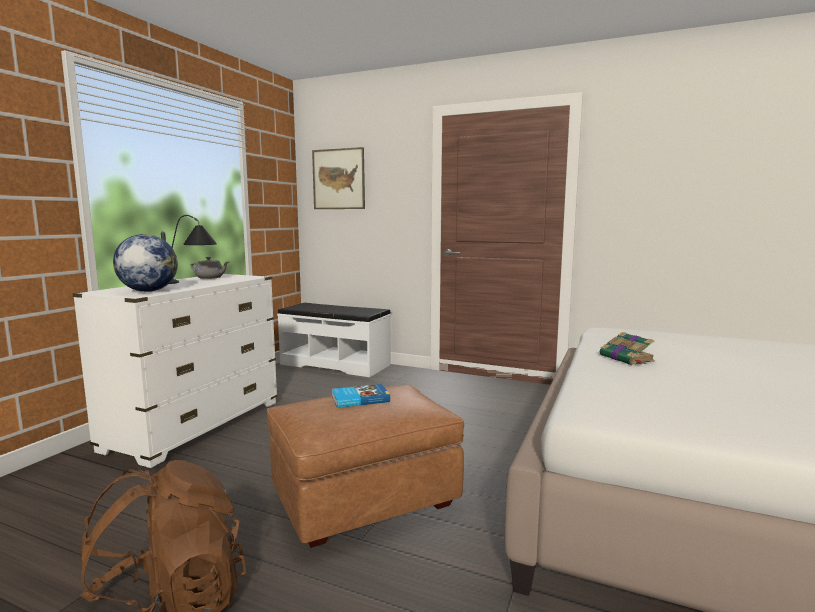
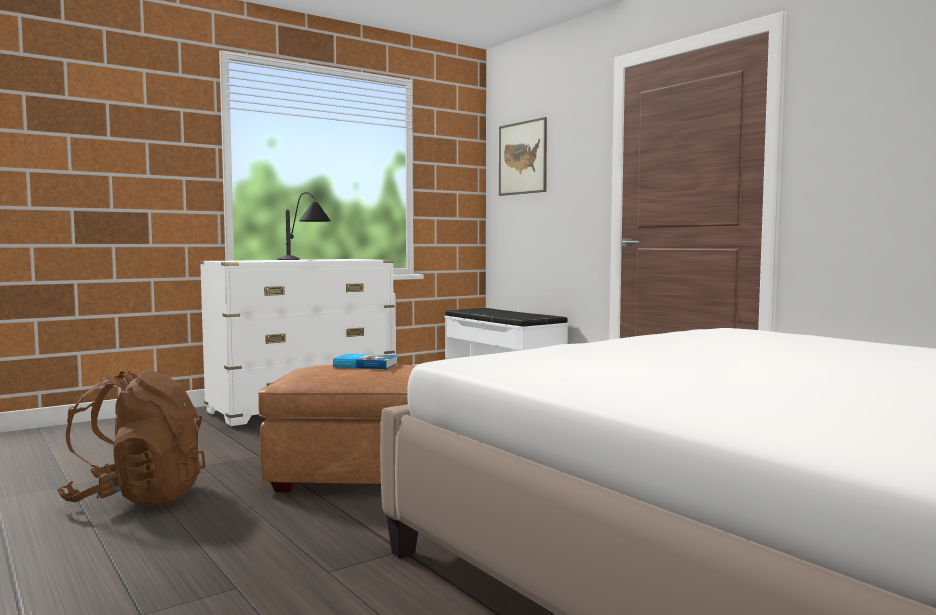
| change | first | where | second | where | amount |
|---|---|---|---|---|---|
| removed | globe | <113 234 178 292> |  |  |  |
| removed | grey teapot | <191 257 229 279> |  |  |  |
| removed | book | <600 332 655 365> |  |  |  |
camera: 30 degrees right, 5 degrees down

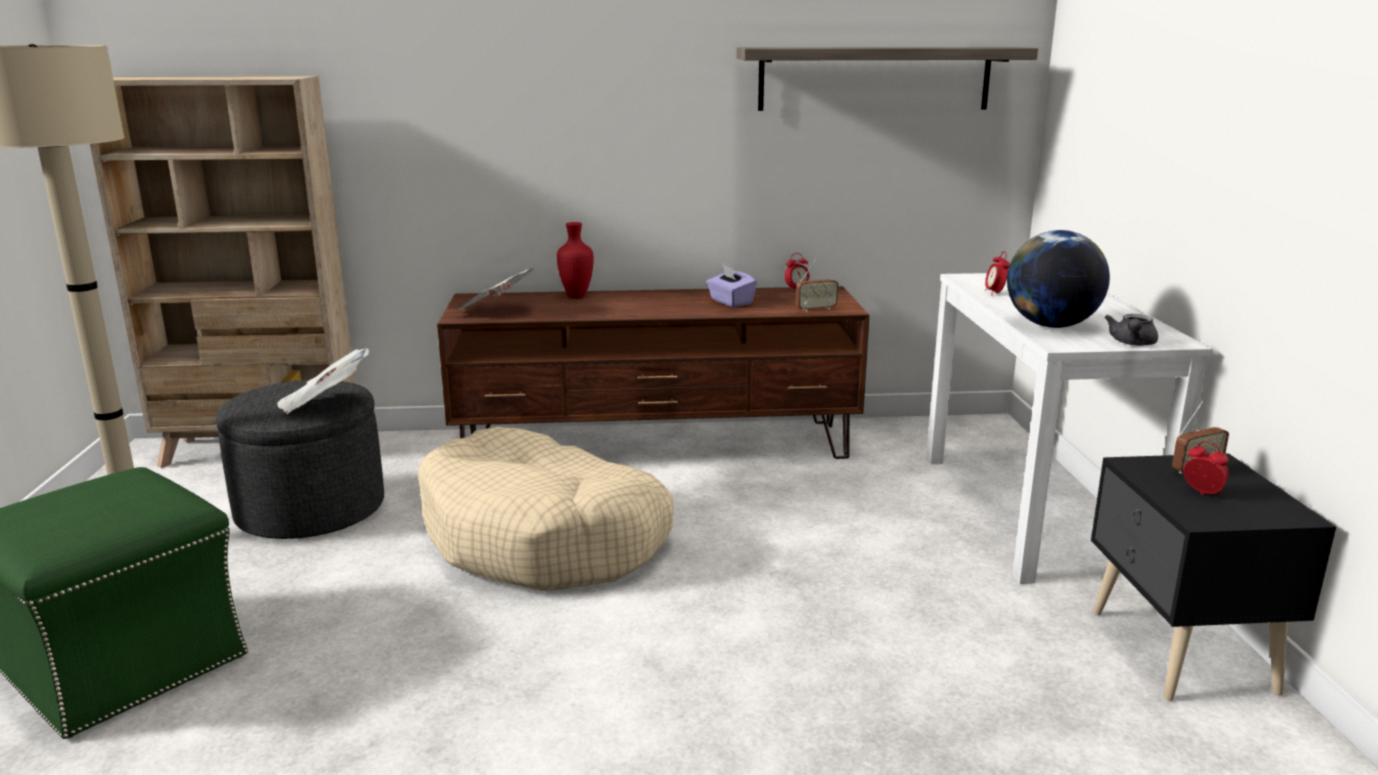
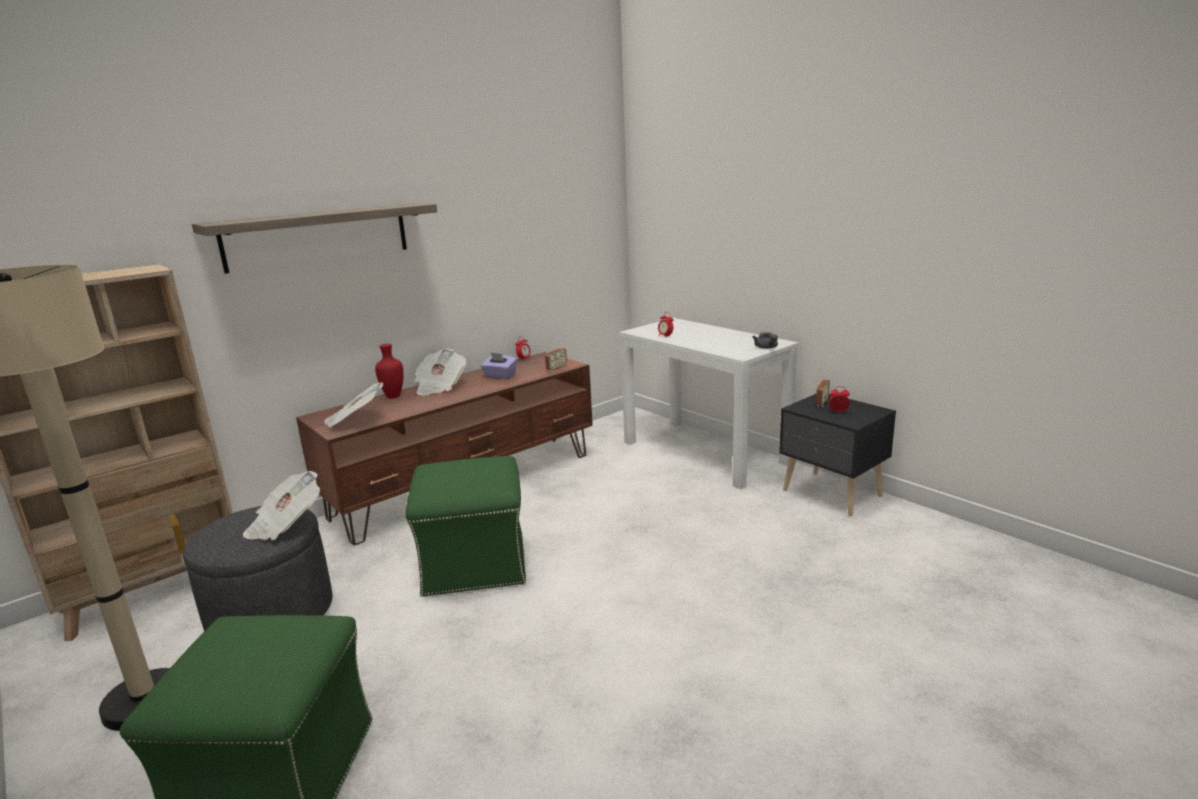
| change | first | where | second | where | amount |
|---|---|---|---|---|---|
| moved | shelf | <737 47 1038 111> |  | <192 203 437 274> |  |
| removed | globe | <1007 230 1110 328> |  |  |  |
| replaced | beige dog bed | <418 427 674 591> | green ottoman | <406 456 526 597> |  |
| added |  |  | newspaper | <414 349 466 395> |  |
camera: 35 degrees left, 0 degrees up

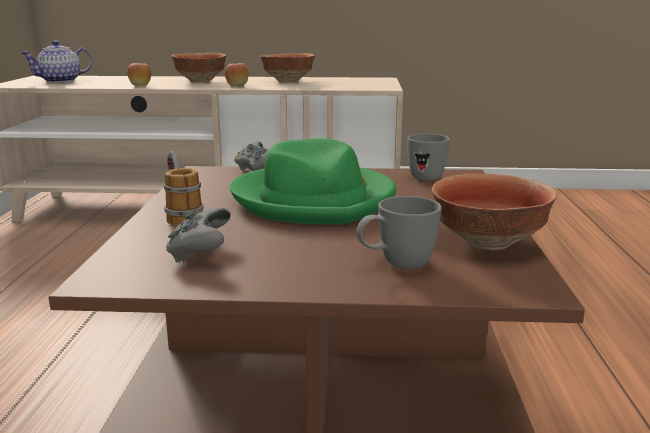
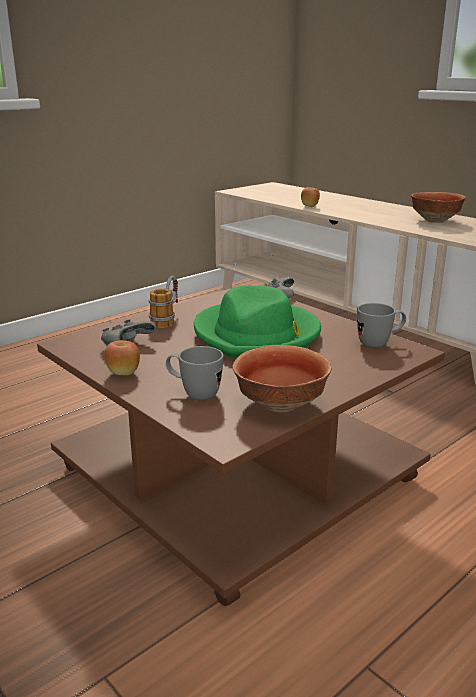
| change | first | where | second | where | amount |
|---|---|---|---|---|---|
| removed | teapot | <20 41 92 83> |  |  |  |
| removed | bowl | <171 53 227 83> |  |  |  |
| moved | apple | <225 63 249 86> |  | <104 340 140 375> |  |
camera: 45 degrees right, 5 degrees up

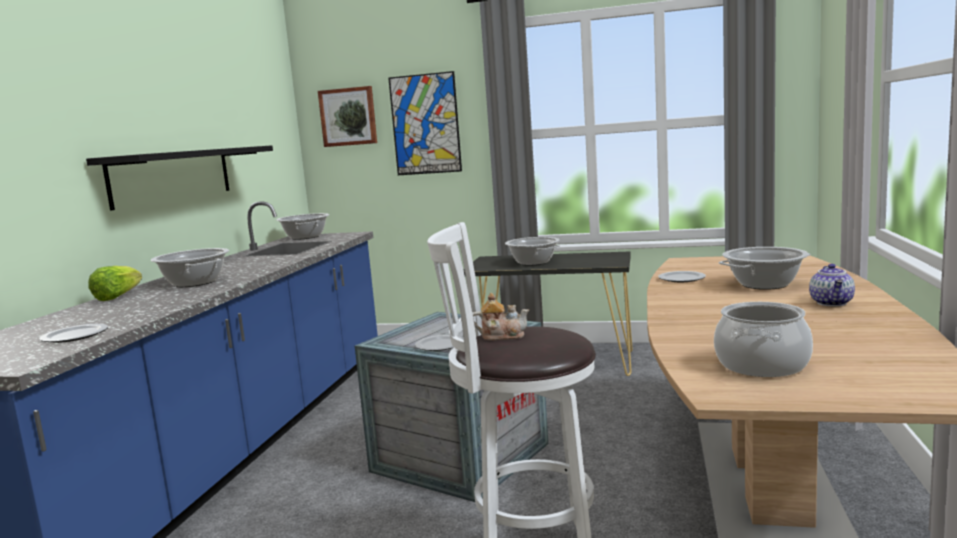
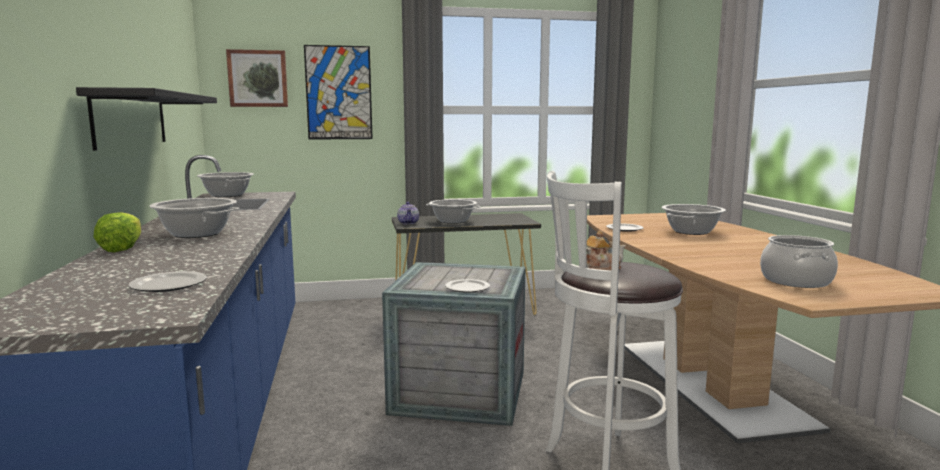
| change | first | where | second | where | amount |
|---|---|---|---|---|---|
| moved | teapot | <809 264 855 306> |  | <397 202 419 224> |  |
camera: 25 degrees left, 0 degrees up

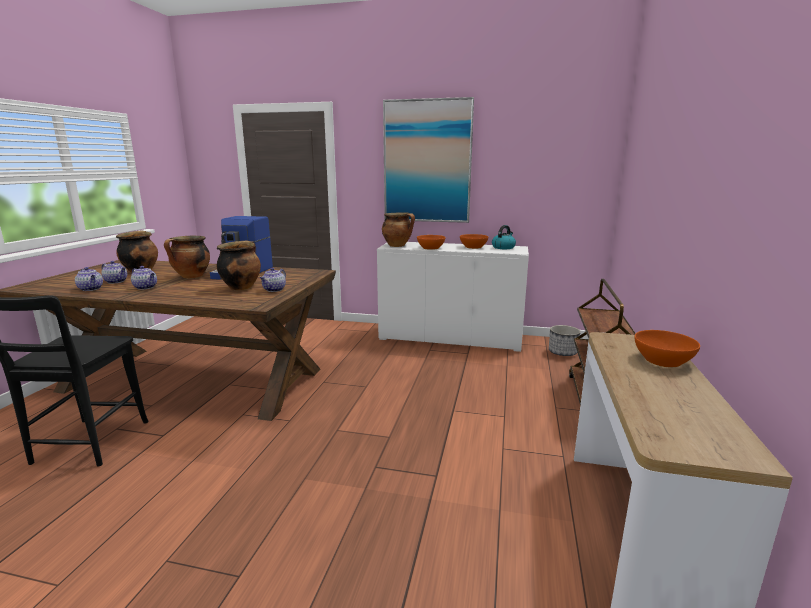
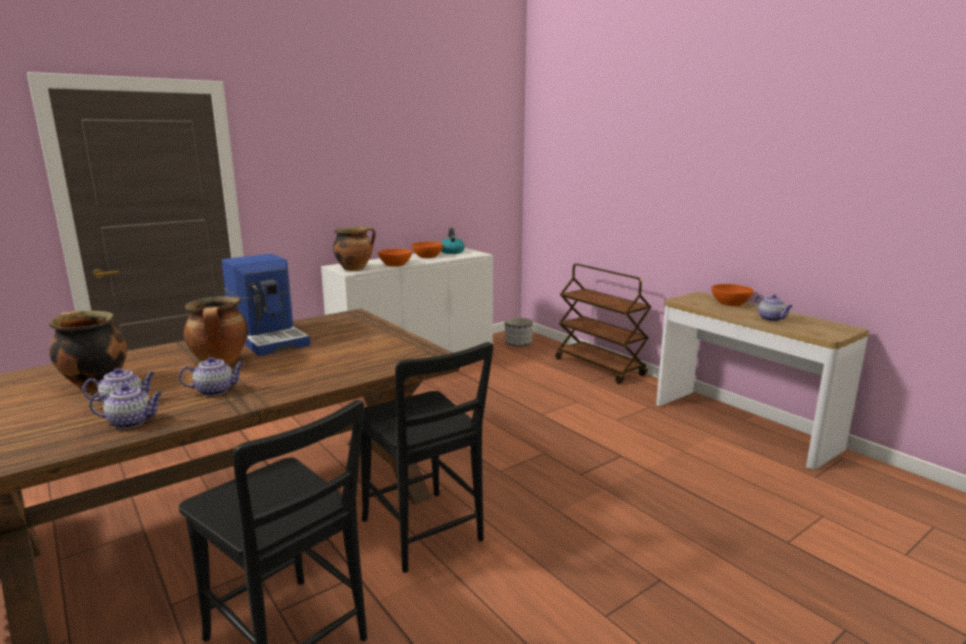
| change | first | where | second | where | amount |
|---|---|---|---|---|---|
| removed | picture | <383 97 474 223> |  |  |  |
| removed | cooking pot | <217 240 261 291> |  |  |  |
| moved | teapot | <260 268 286 292> |  | <754 294 793 321> |  |
| added |  |  | black chair | <360 342 493 573> |  |
camera: 50 degrees left, 0 degrees up

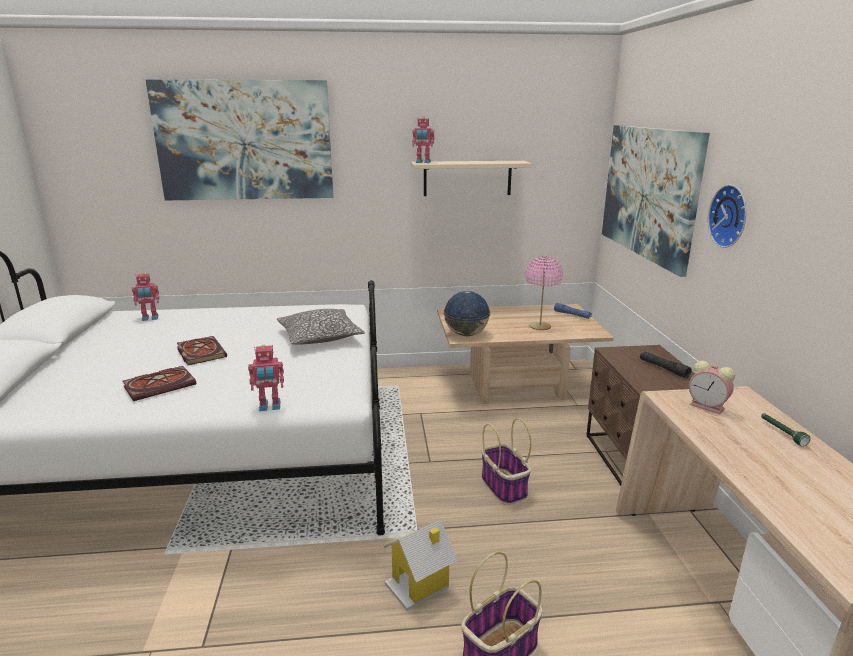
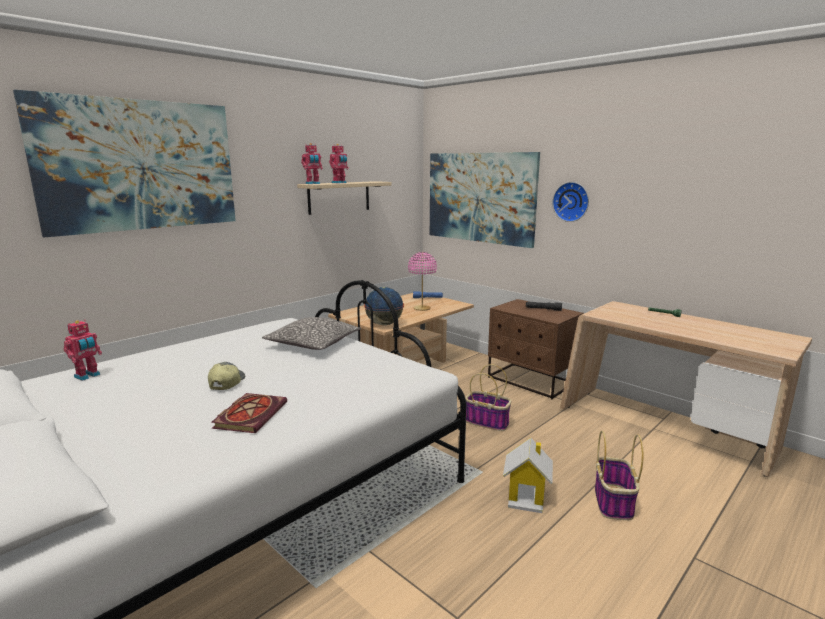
| change | first | where | second | where | amount |
|---|---|---|---|---|---|
| replaced | book | <177 336 227 365> | cap | <208 362 245 390> |  |
| moved | toy robot | <248 345 284 411> |  | <329 144 349 183> |  |
| removed | alarm clock | <689 361 735 414> |  |  |  |
camera: 40 degrees left, 5 degrees down

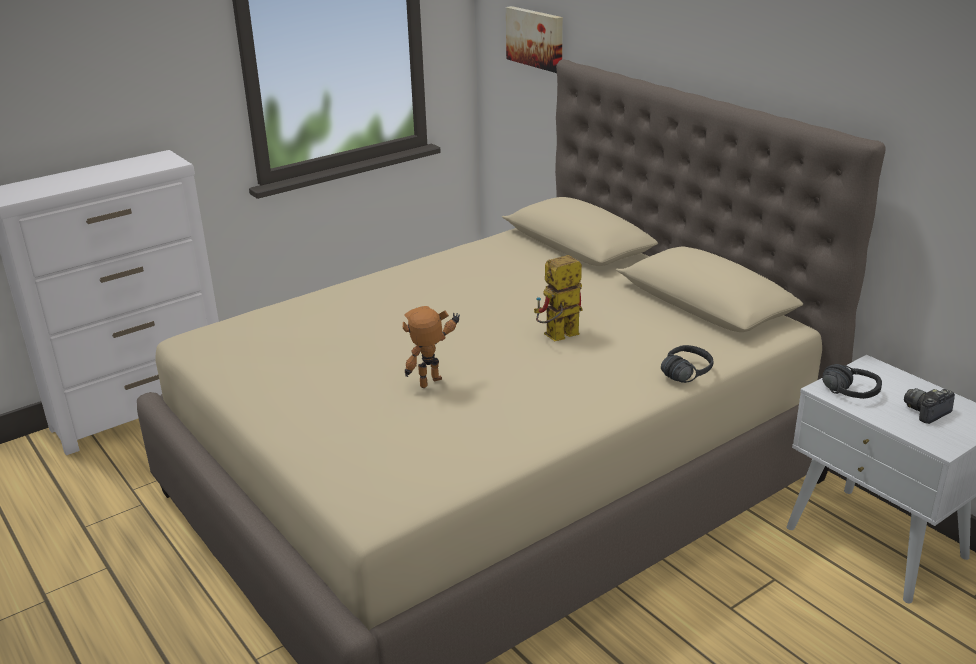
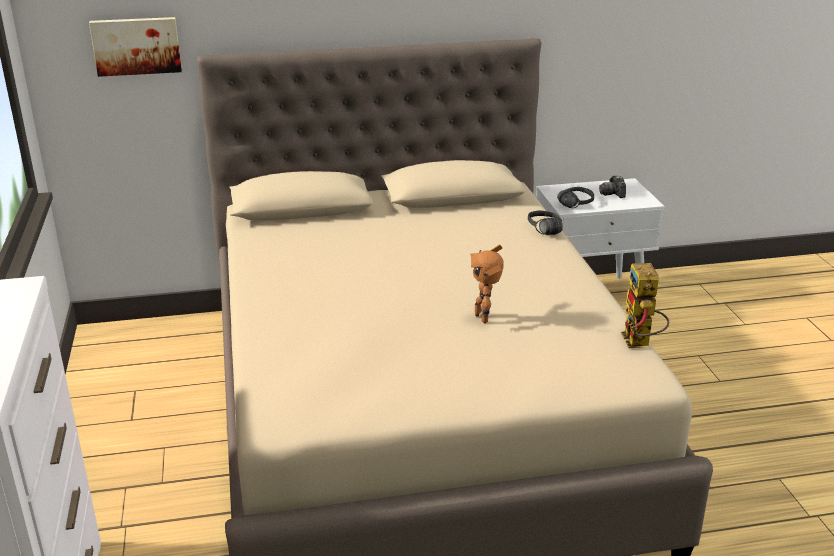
| change | first | where | second | where | amount |
|---|---|---|---|---|---|
| moved | toy robot | <534 255 583 341> |  | <621 263 669 348> |  |
camera: 65 degrees left, 0 degrees up

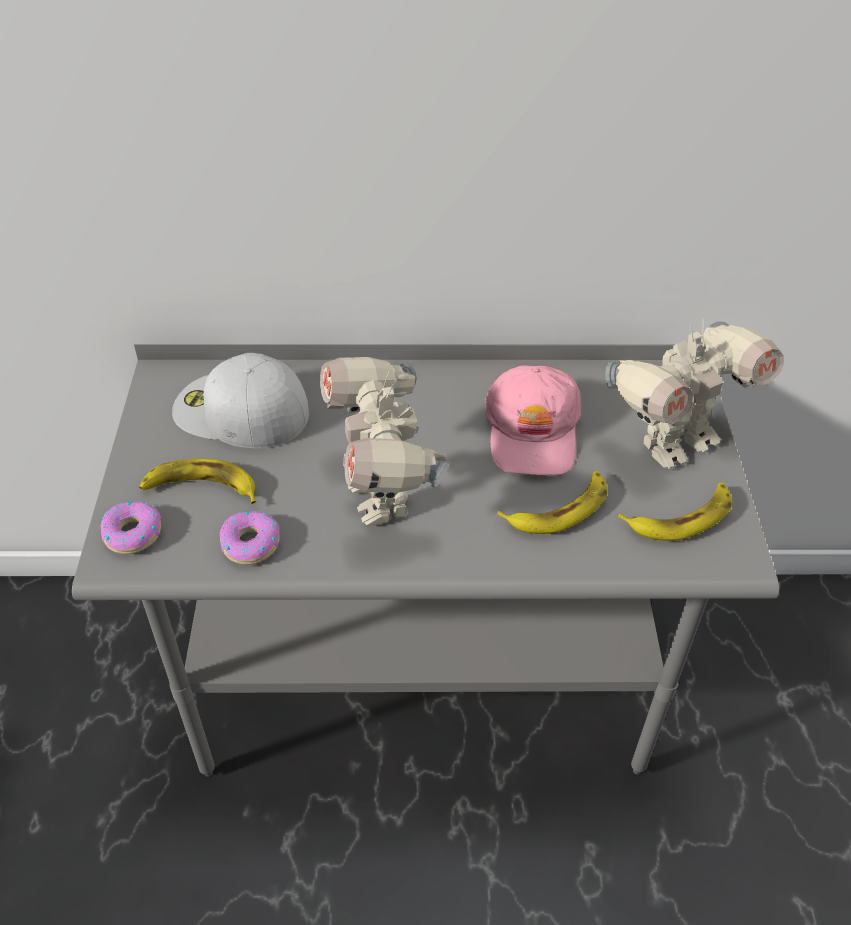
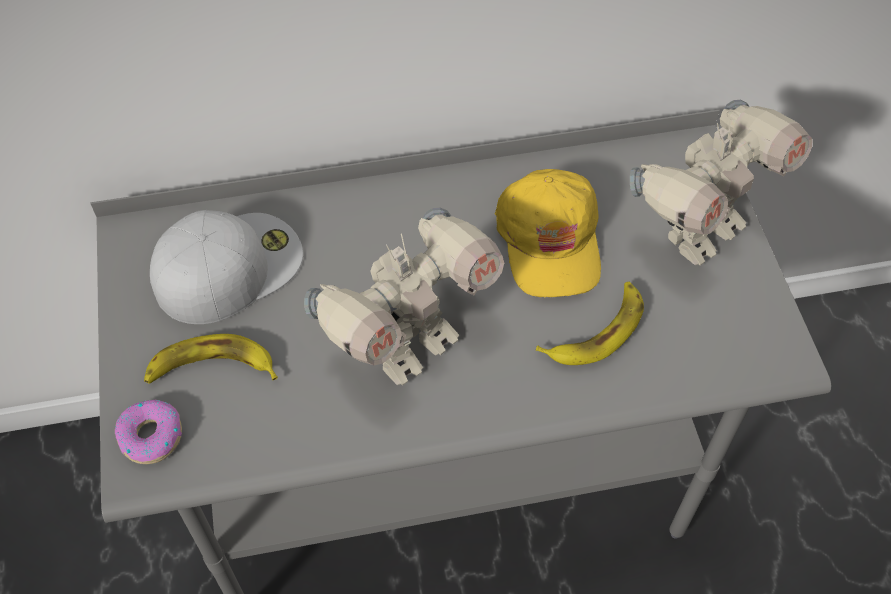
| change | first | where | second | where | amount |
|---|---|---|---|---|---|
| turned | white cap | <172 353 309 449> |  | <150 210 303 324> | 135 degrees clockwise |
| turned | toy robot | <320 357 450 526> |  | <304 208 504 386> | 105 degrees counterclockwise |
| recoloured | pink cap | <485 365 581 476> | yellow cap | <494 169 601 297> |  |
| removed | banana | <618 483 732 541> |  |  |  |
| removed | donut | <220 511 280 565> |  |  |  |
camera: 10 degrees left, 10 degrees up

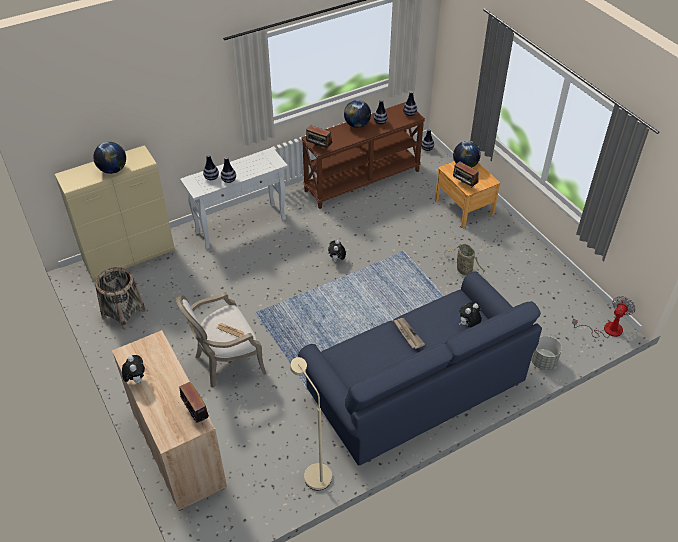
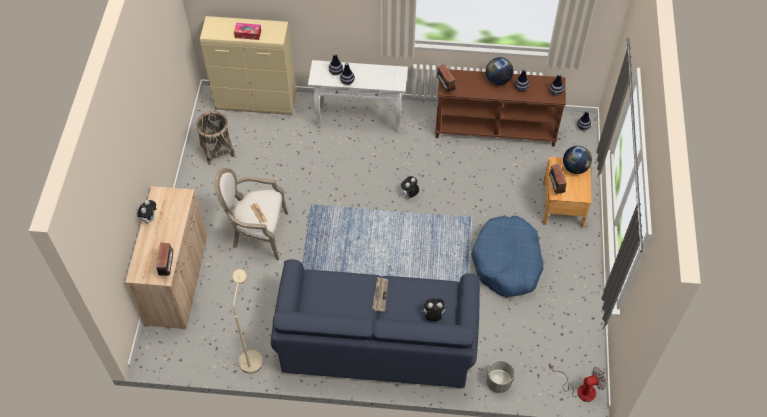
| change | first | where | second | where | amount |
|---|---|---|---|---|---|
| replaced | globe | <93 142 126 174> | tissue box | <234 23 261 40> |  |
| replaced | basket | <445 244 485 275> | blue dog bed | <472 216 544 297> |  |
camera: 35 degrees right, 10 degrees up

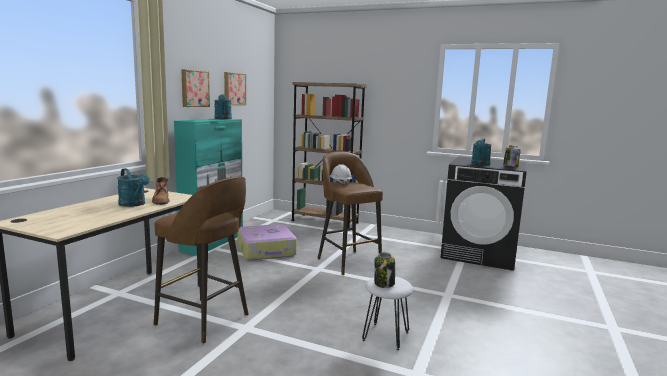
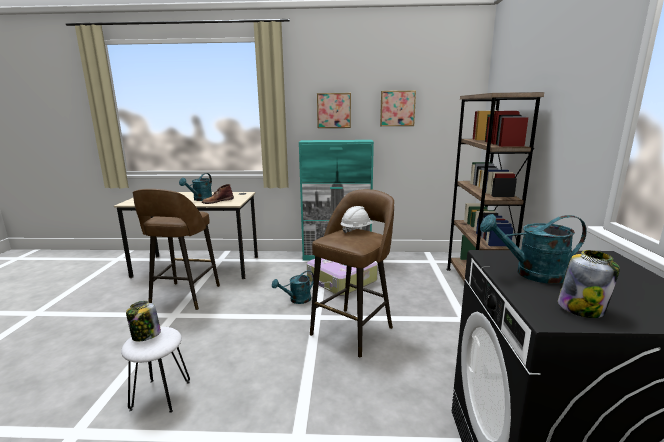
| change | first | where | second | where | amount |
|---|---|---|---|---|---|
| moved | turquoise watering can | <214 94 232 120> |  | <272 270 314 304> |  |
camera: 70 degrees right, 5 degrees up

